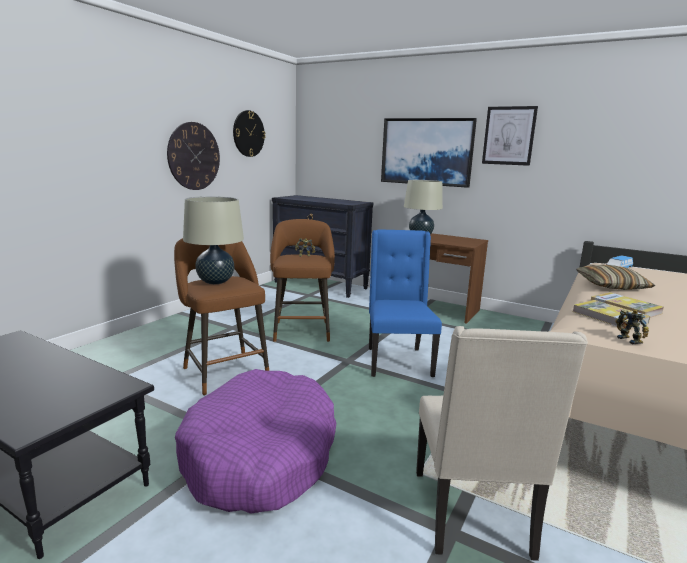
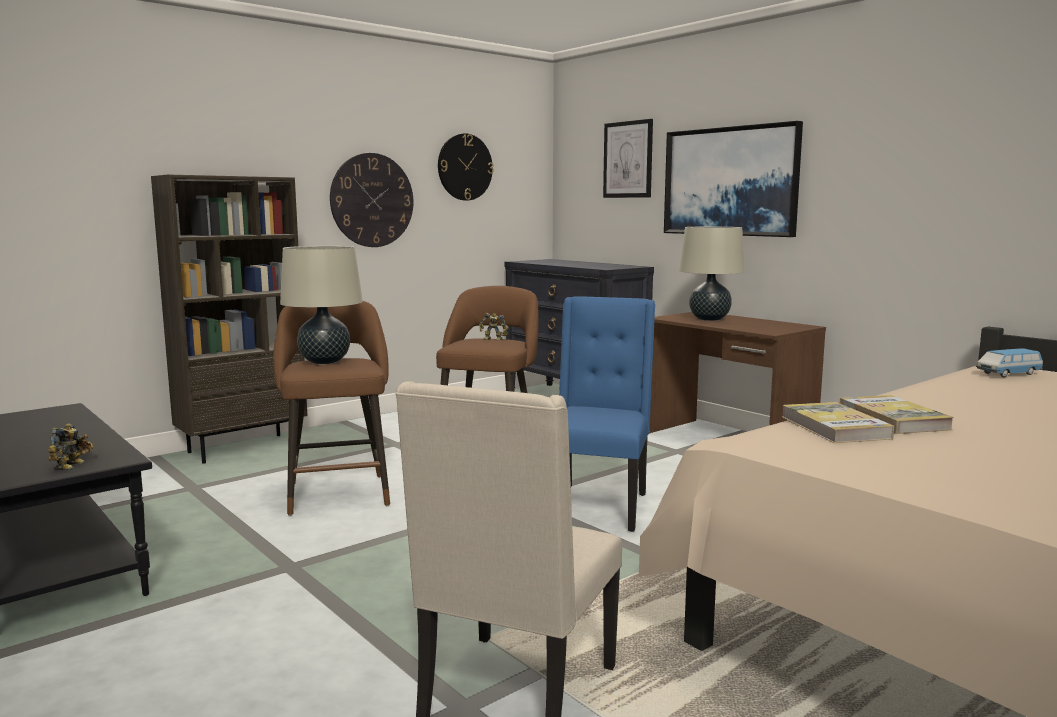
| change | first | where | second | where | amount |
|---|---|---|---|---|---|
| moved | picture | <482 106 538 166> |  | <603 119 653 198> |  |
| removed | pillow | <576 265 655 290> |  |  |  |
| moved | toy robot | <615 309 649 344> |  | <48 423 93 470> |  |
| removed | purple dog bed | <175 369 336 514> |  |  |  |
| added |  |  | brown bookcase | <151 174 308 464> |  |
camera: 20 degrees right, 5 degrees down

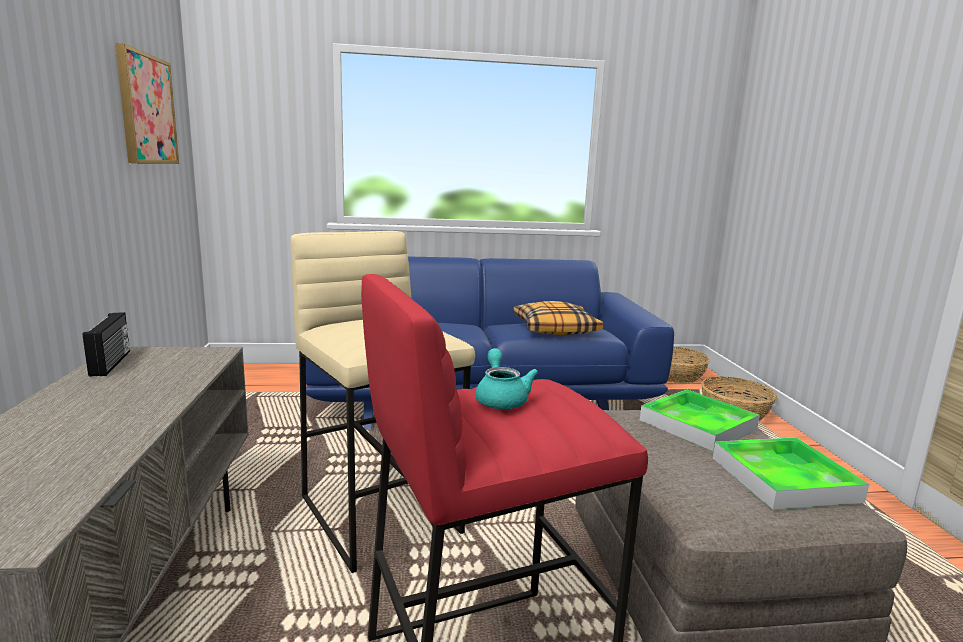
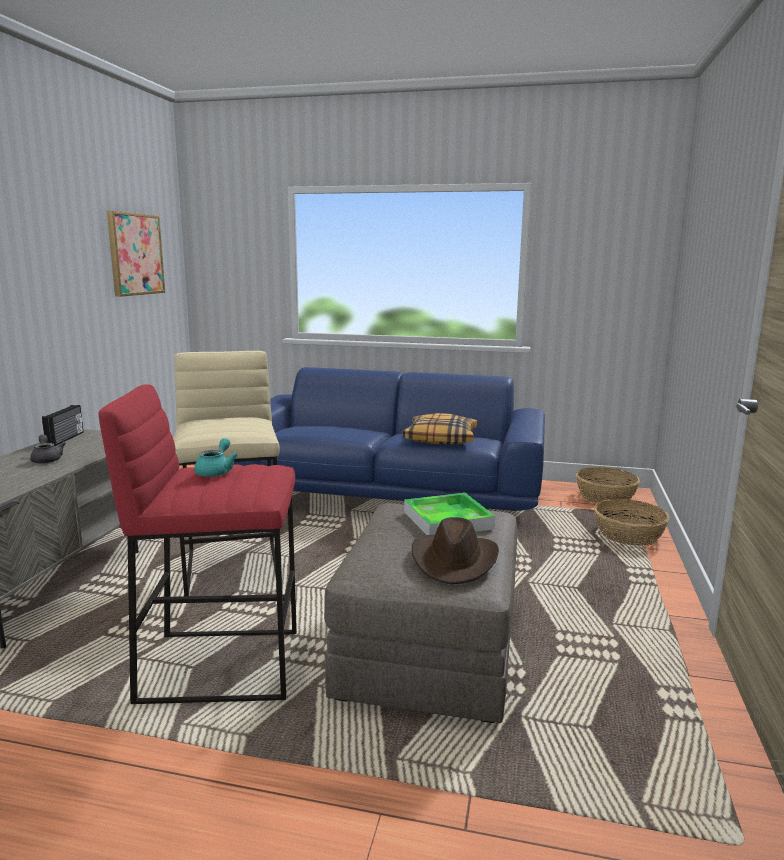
| change | first | where | second | where | amount |
|---|---|---|---|---|---|
| replaced | tray | <713 437 869 510> | brown hat | <412 517 499 584> |  |
| added |  |  | grey teapot | <30 434 66 464> |  |
camera: 20 degrees right, 0 degrees up

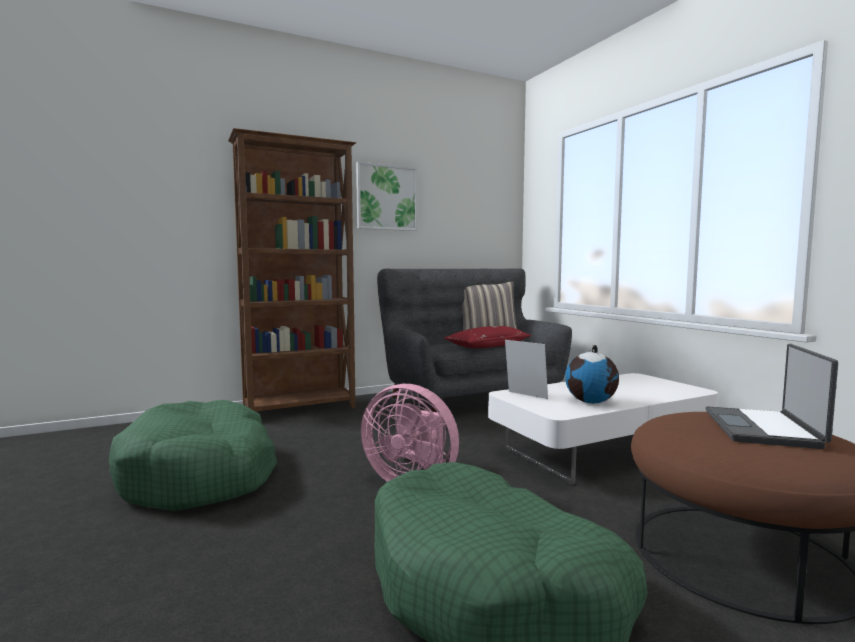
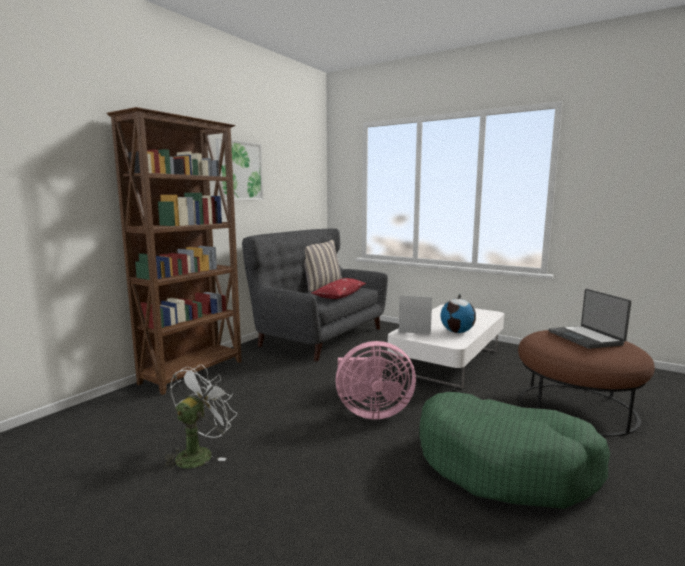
| change | first | where | second | where | amount |
|---|---|---|---|---|---|
| replaced | green dog bed | <109 400 277 511> | white fan | <163 364 237 471> |  |
camera: 30 degrees left, 5 degrees up

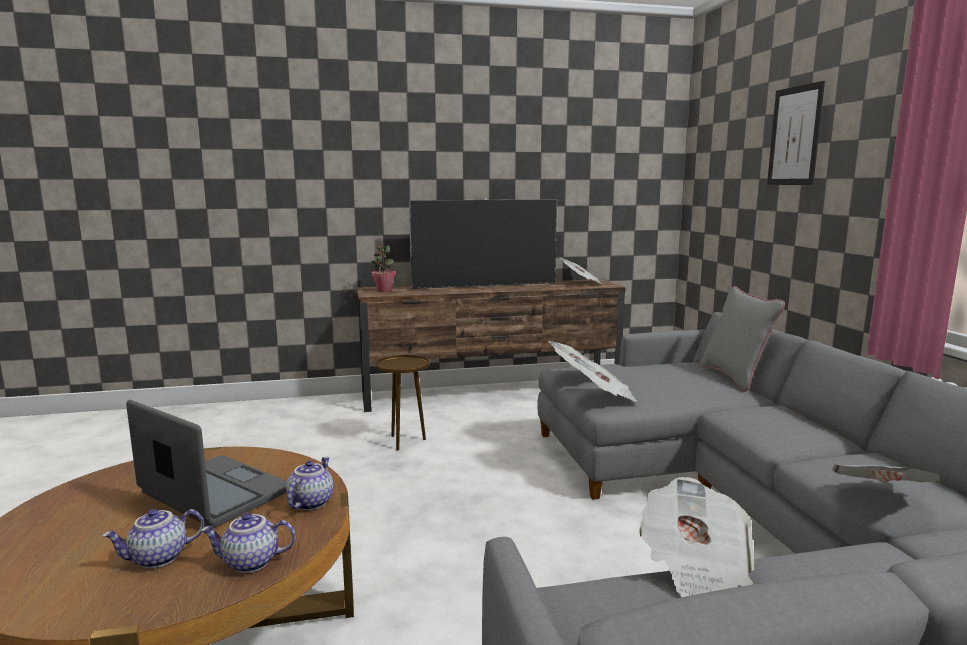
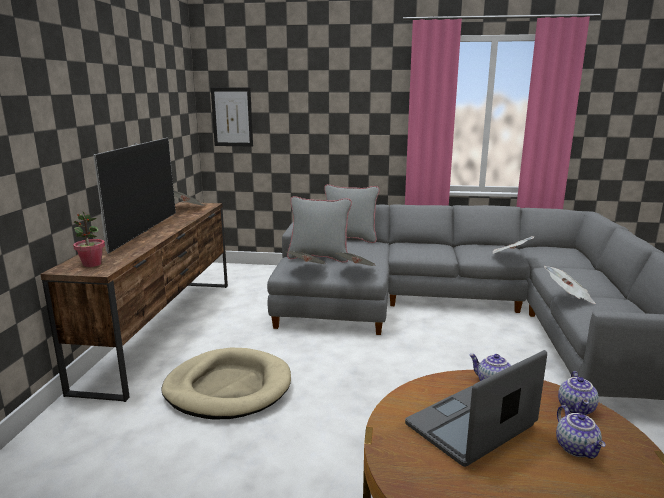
| change | first | where | second | where | amount |
|---|---|---|---|---|---|
| moved | picture | <767 81 825 185> |  | <211 88 253 147> |  |
| replaced | brown side table | <376 355 429 450> | beige dog bed | <162 348 291 420> |  |
| added |  |  | grey pillow | <287 196 352 263> |  |
camera: 70 degrees left, 5 degrees up

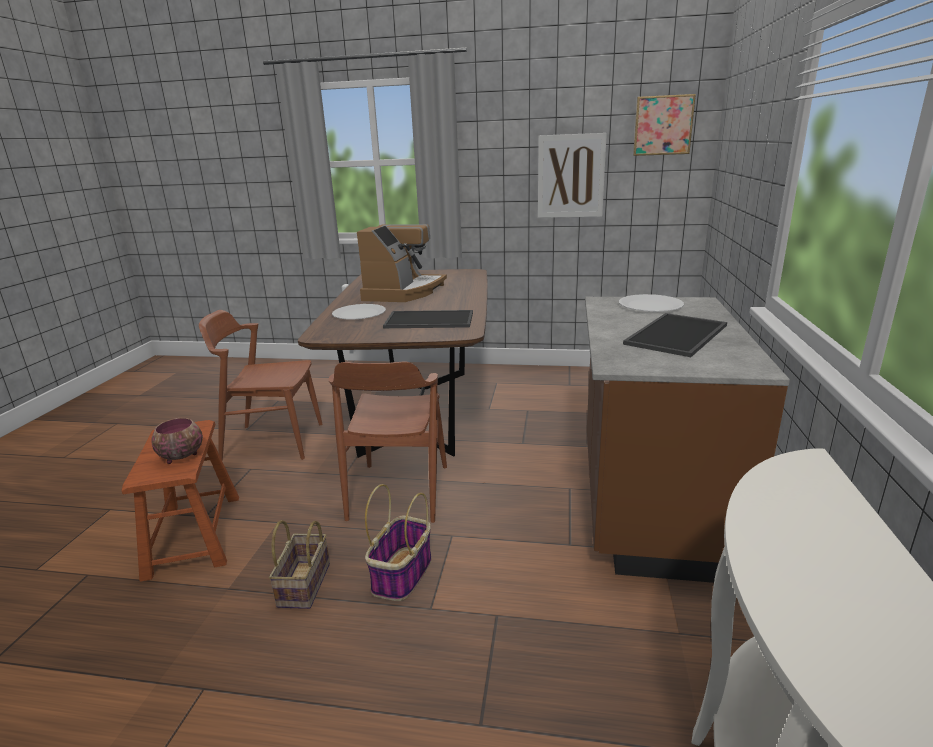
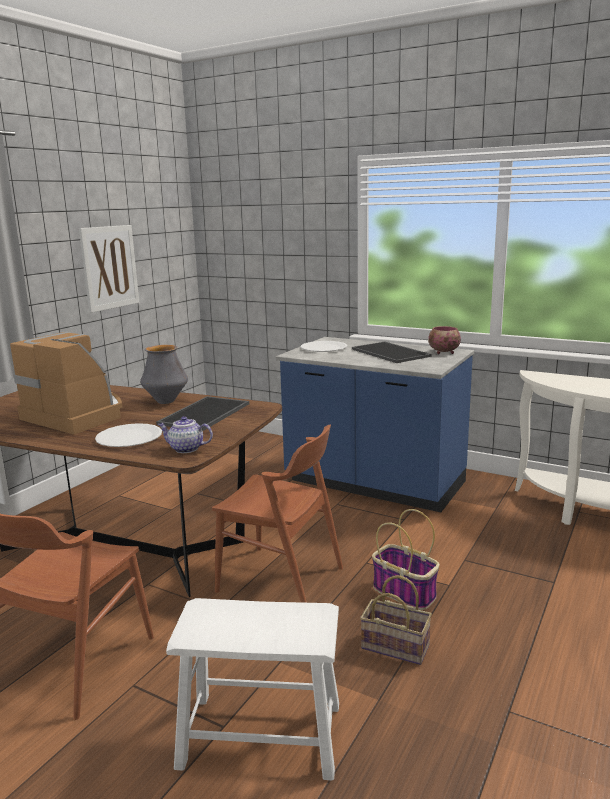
| change | first | where | second | where | amount |
|---|---|---|---|---|---|
| removed | picture | <633 94 696 156> |  |  |  |
| recoloured | brown counter | <585 297 790 583> | blue counter | <276 337 474 512> |  |
| moved | bowl | <151 418 203 464> |  | <428 326 461 354> |  |
| recoloured | brown stool | <122 420 239 582> | white stool | <166 598 339 780> |  |
| added |  |  | vase | <140 345 188 404> |  |
| added |  |  | teapot | <158 416 213 453> |  |
camera: 70 degrees left, 5 degrees down

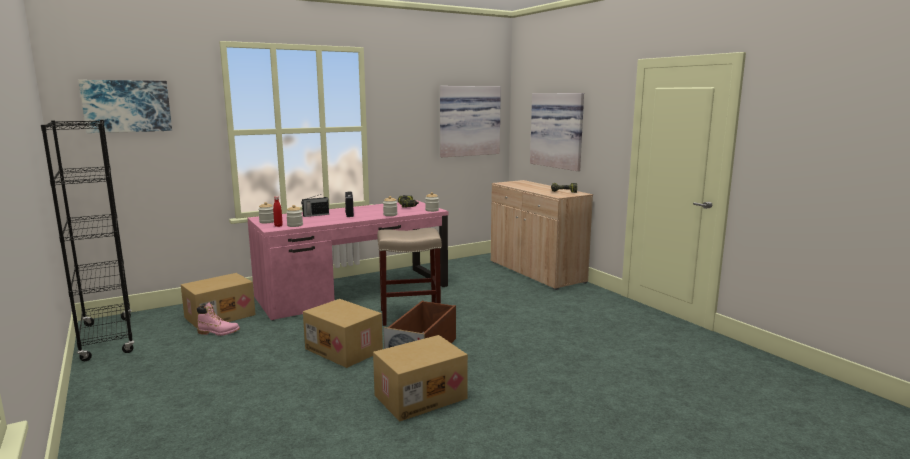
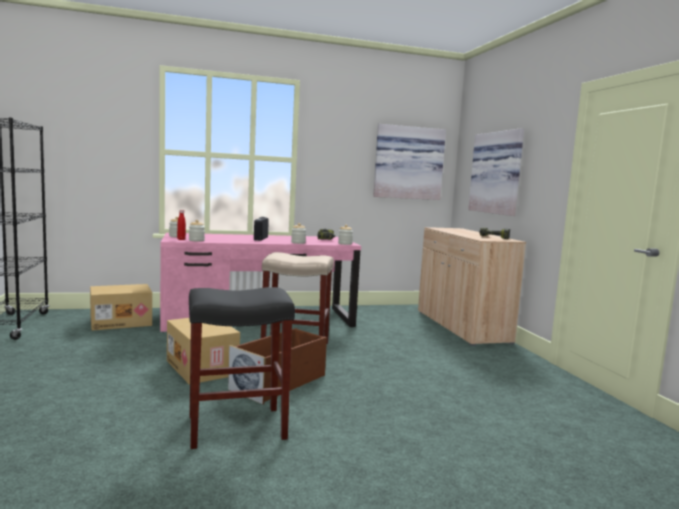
| change | first | where | second | where | amount |
|---|---|---|---|---|---|
| removed | picture | <79 80 172 133> |  |  |  |
| removed | radio | <301 194 329 217> |  |  |  |
| removed | pink boot | <197 302 240 336> |  |  |  |
| replaced | cardboard box | <373 335 468 421> | black stool | <189 287 295 449> |  |
camera: 15 degrees right, 5 degrees down

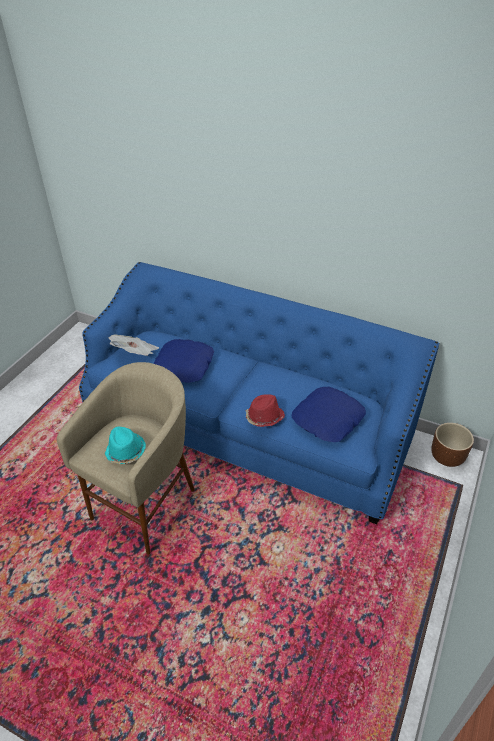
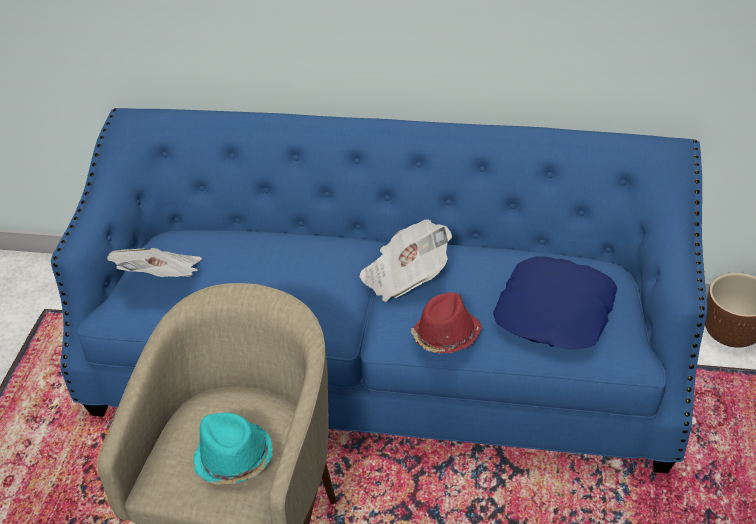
| change | first | where | second | where | amount |
|---|---|---|---|---|---|
| removed | blue pillow | <154 339 214 383> |  |  |  |
| added |  |  | newspaper | <359 219 452 302> |  |
camera: 15 degrees left, 0 degrees up

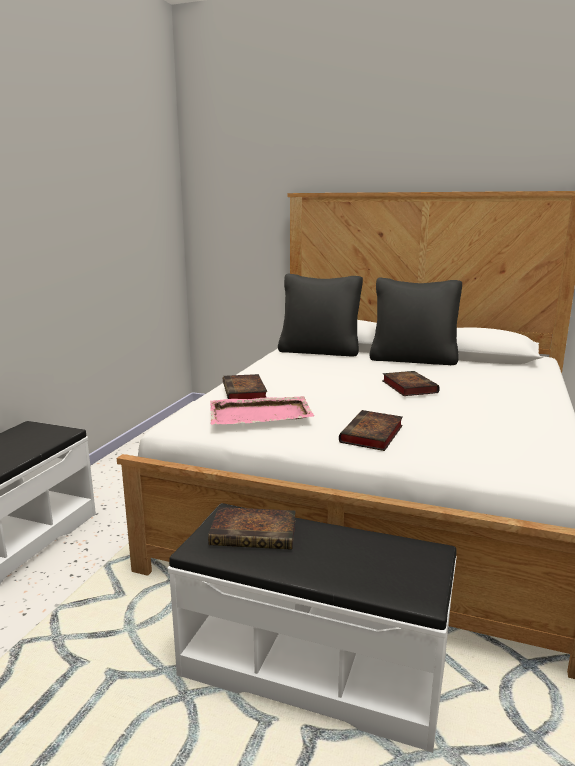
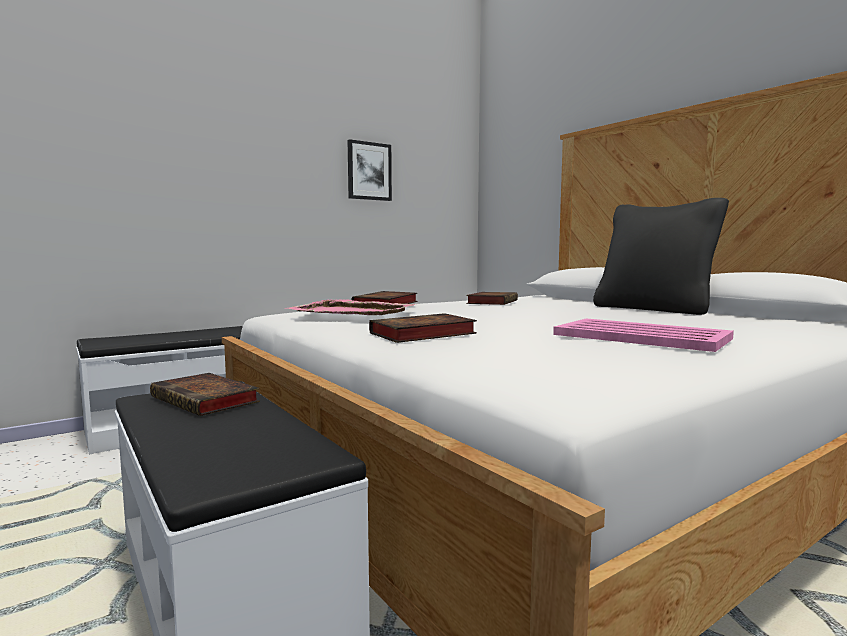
| change | first | where | second | where | amount |
|---|---|---|---|---|---|
| removed | black pillow | <278 273 363 357> |  |  |  |
| moved | book | <382 371 440 396> |  | <466 292 518 305> |  |
| added |  |  | picture | <348 139 392 201> |  |
| added |  |  | pink tray | <553 319 734 352> |  |
camera: 35 degrees right, 10 degrees down

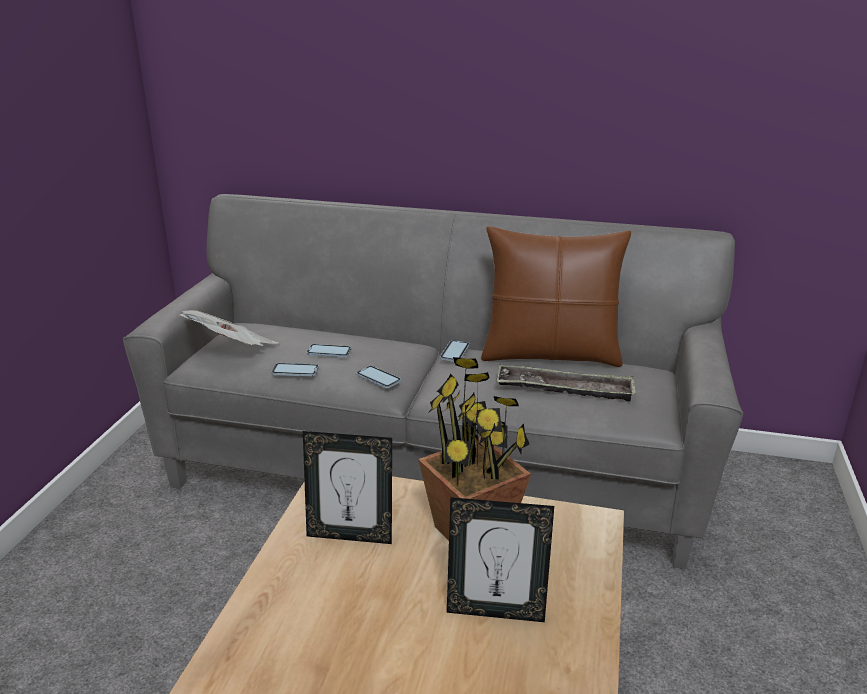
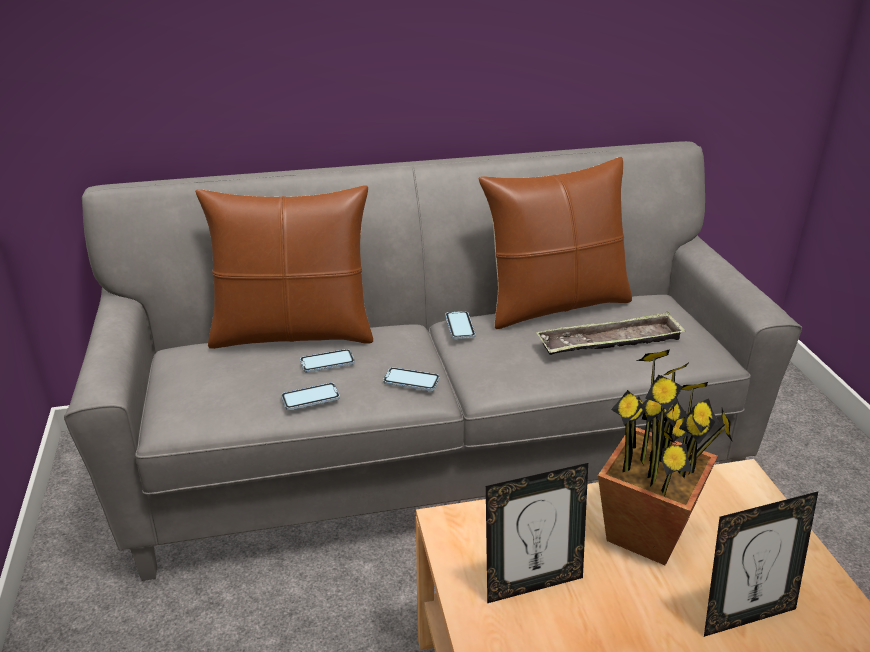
| change | first | where | second | where | amount |
|---|---|---|---|---|---|
| removed | newspaper | <179 310 279 346> |  |  |  |
| added |  |  | brown pillow | <195 185 373 349> |  |
camera: 25 degrees left, 5 degrees up

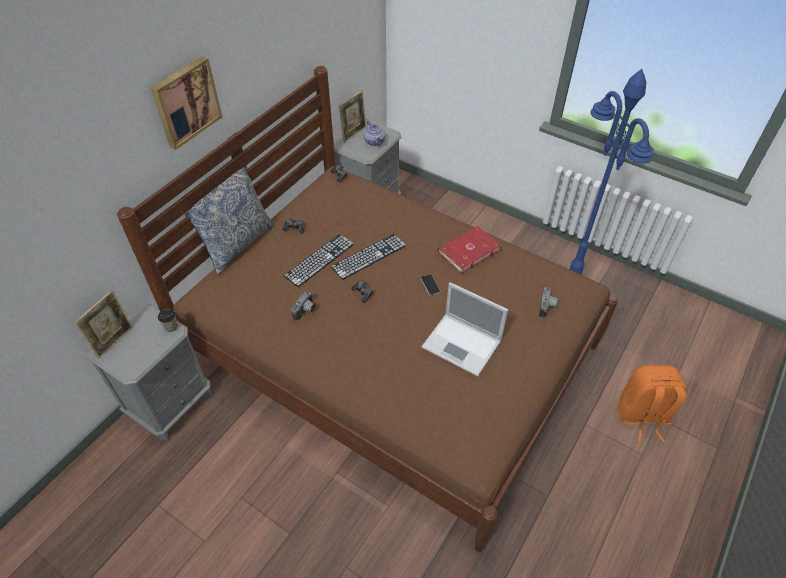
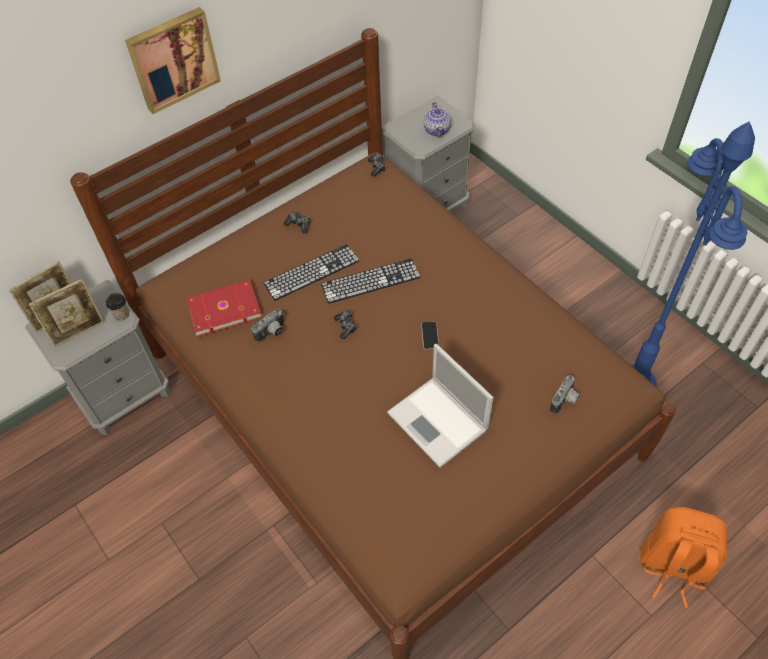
| change | first | where | second | where | amount |
|---|---|---|---|---|---|
| moved | picture frame | <339 90 366 143> |  | <29 279 104 347> |  |
| removed | pillow | <185 167 275 275> |  |  |  |
| moved | red book | <438 226 501 273> |  | <186 279 262 337> |  |
camera: 20 degrees right, 5 degrees up

